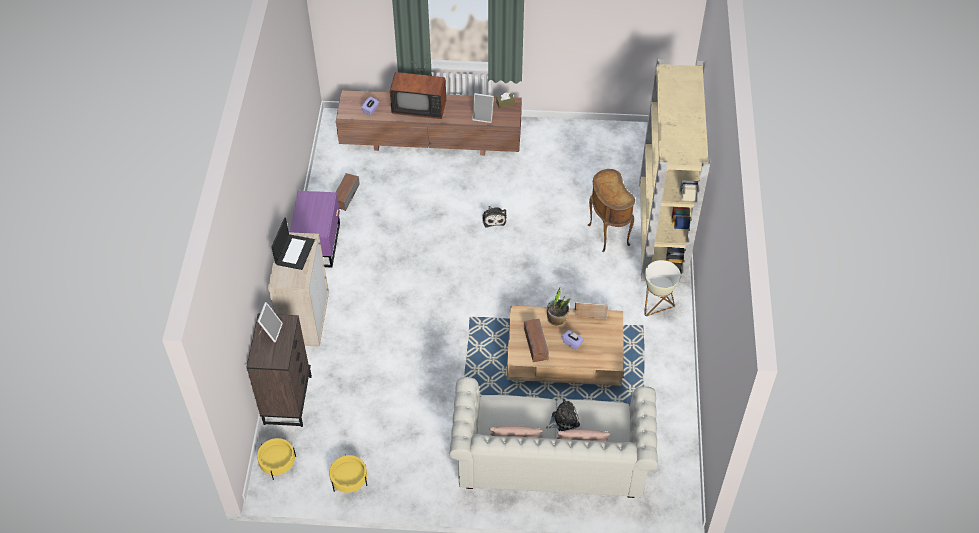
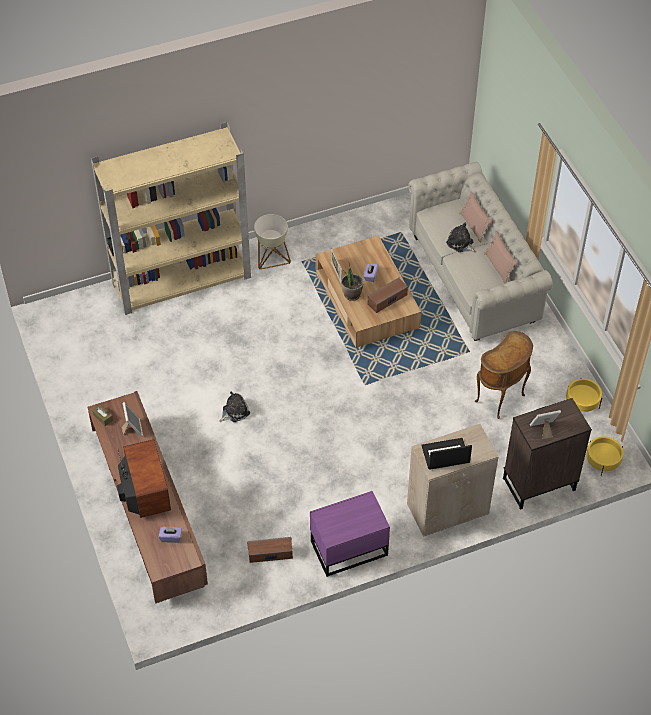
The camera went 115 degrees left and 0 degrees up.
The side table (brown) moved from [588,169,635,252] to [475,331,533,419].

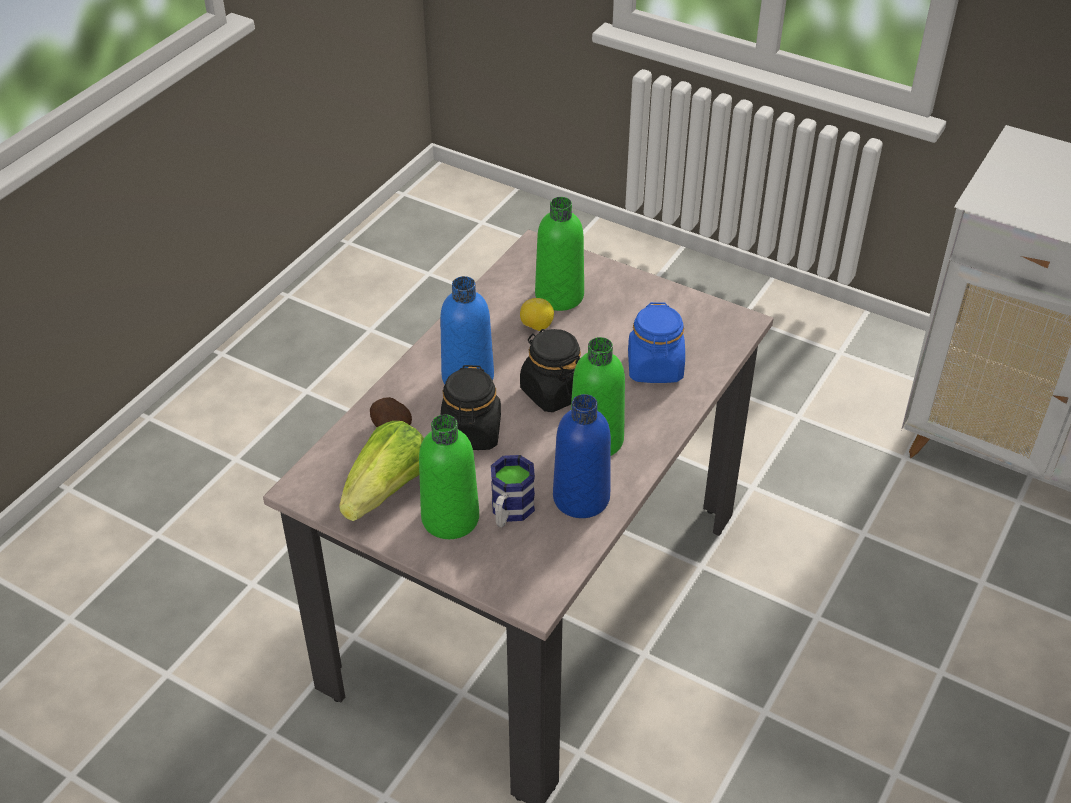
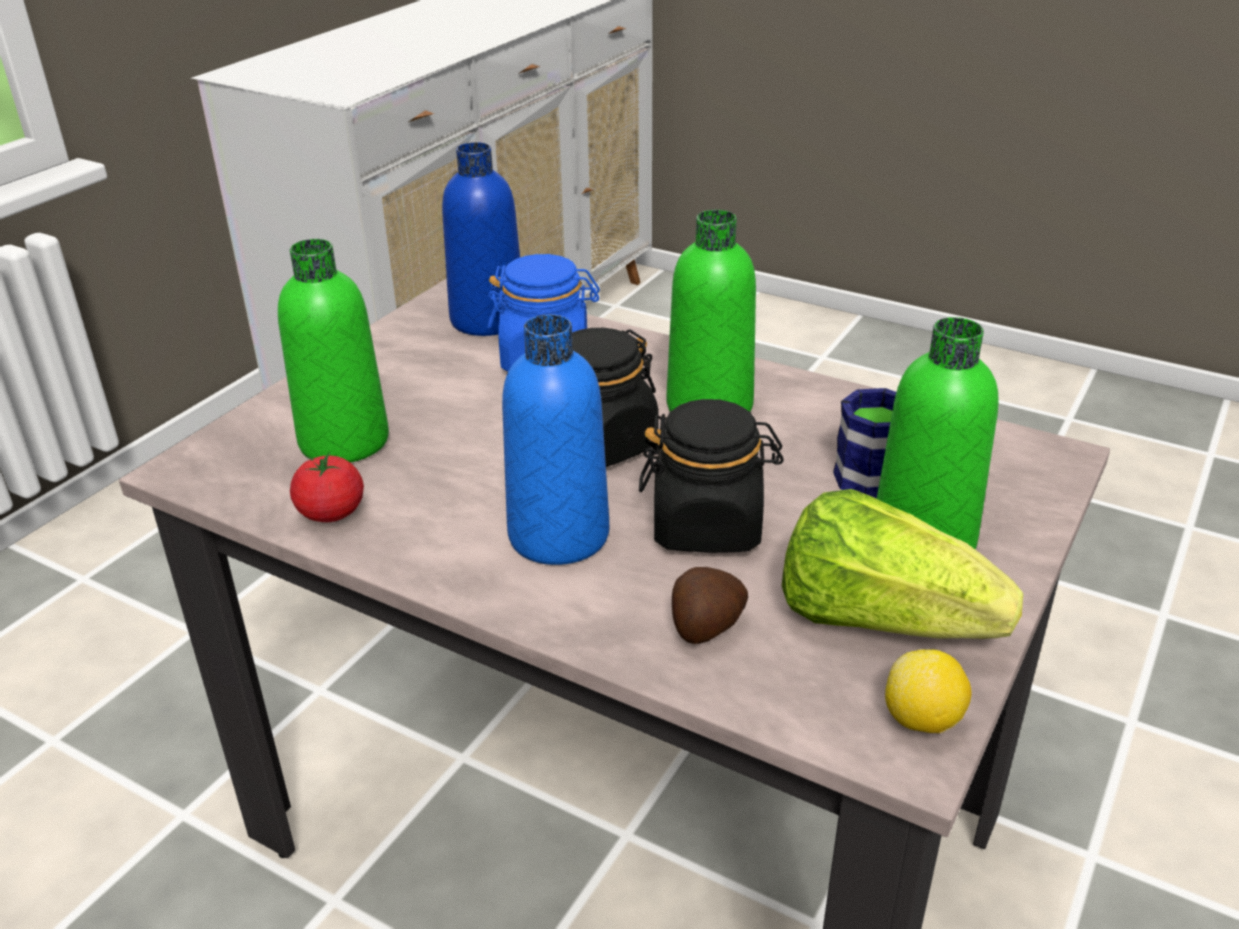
The camera went 90 degrees left and 10 degrees down.
The whole tomato at [290,452,364,522] appeared.
The citrus fruit moved from [520,298,554,331] to [885,649,971,733].
The bottle (blue-coloured) moved from [553,394,611,518] to [442,142,520,336].

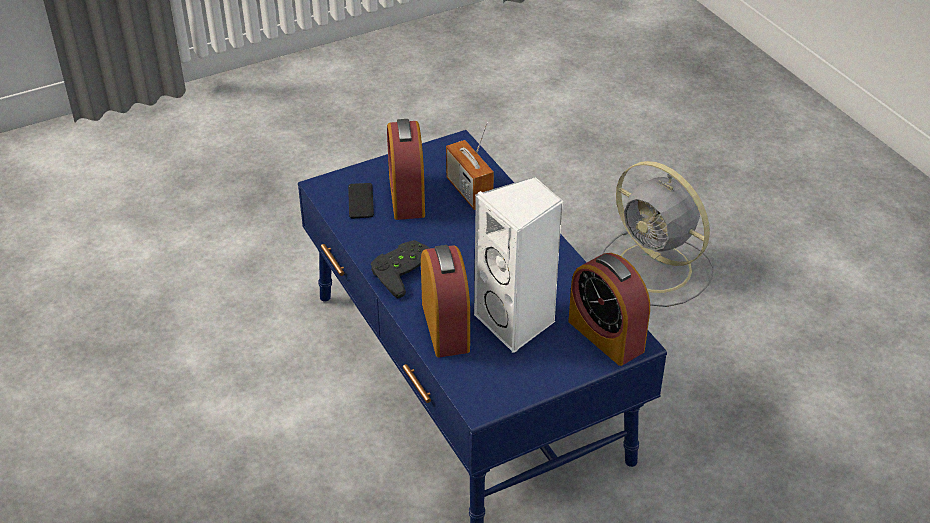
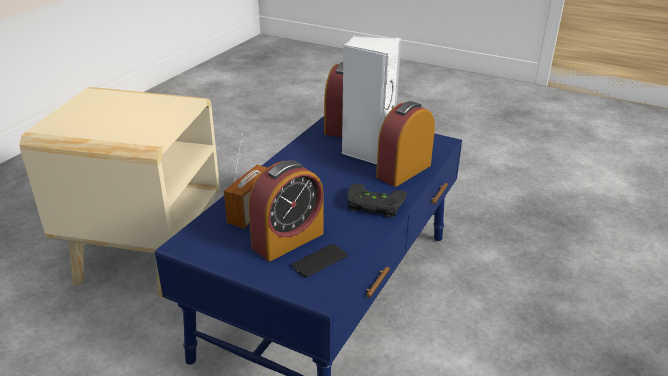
The camera went 125 degrees left and 10 degrees down.
The electric fan (gray) at [603,161,714,307] was replaced by the side table (sand-coloured) at [19,87,219,299].

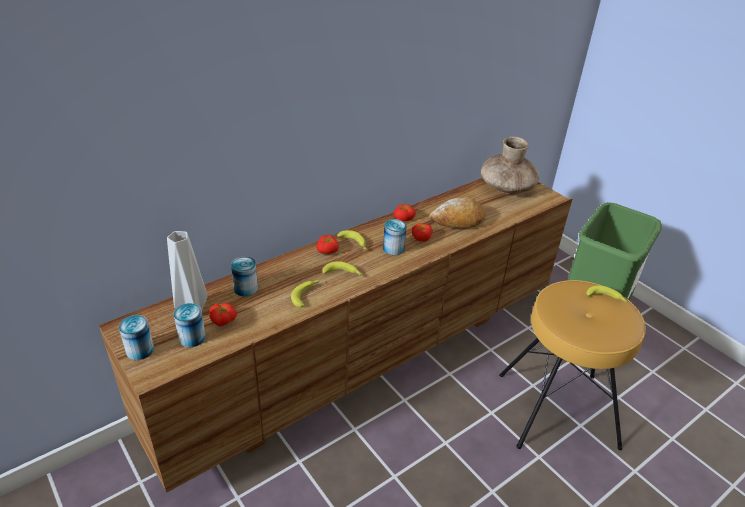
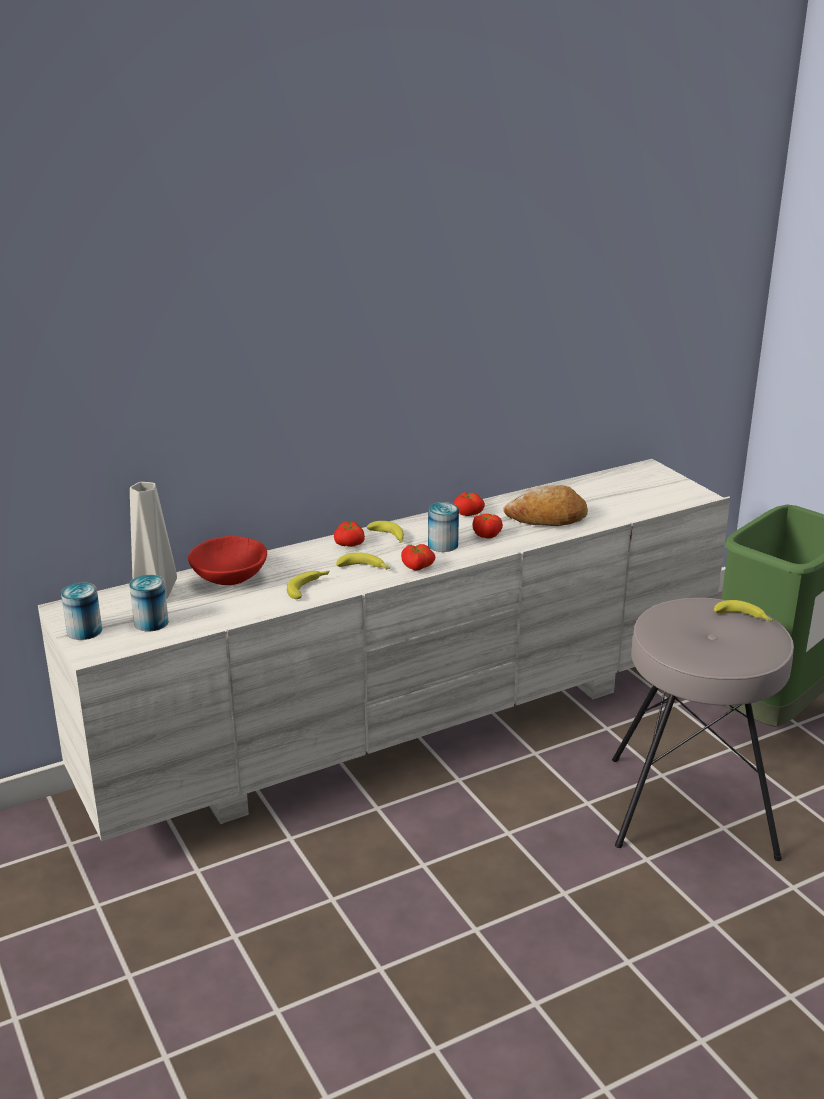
The camera went 10 degrees right and 10 degrees down.
The flower vase (brown) at [481,136,539,194] disappeared.
The whole tomato moved from [209,303,237,326] to [401,544,435,570].
The metal can at [231,257,258,297] was replaced by the bowl (red-coloured) at [188,536,267,585].
The cabinet (brown) at [99,178,573,493] became the cabinet (white) at [38,459,731,841].
The stool seat (brown) at [499,280,646,450] became the stool seat (gray) at [612,598,794,861].

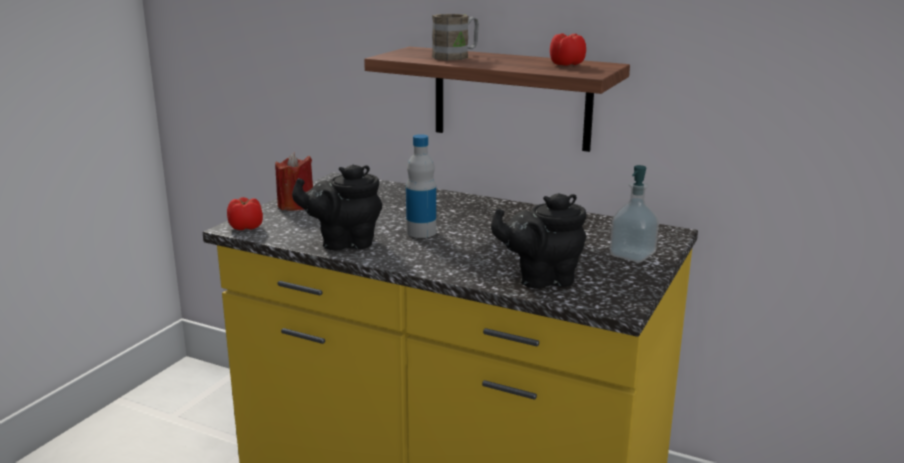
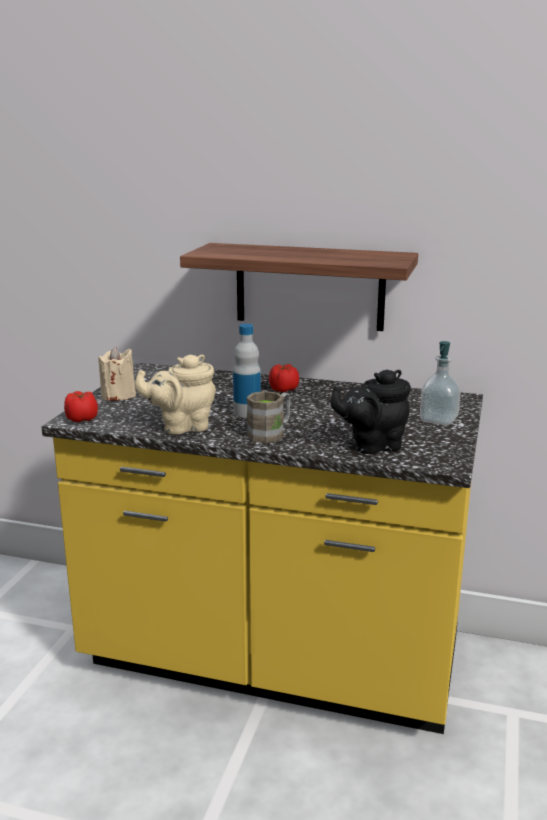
The camera went 10 degrees left and 0 degrees up.
The coffee mug (brown) moved from [432,14,479,60] to [246,391,291,443].
The whole tomato moved from [550,34,586,66] to [269,364,299,392].
The wax light (red-coloured) at [275,153,313,210] became the wax light (sand-coloured) at [98,346,136,401].
The tea pot (black) at [292,164,382,251] became the tea pot (sand-coloured) at [135,355,216,434].

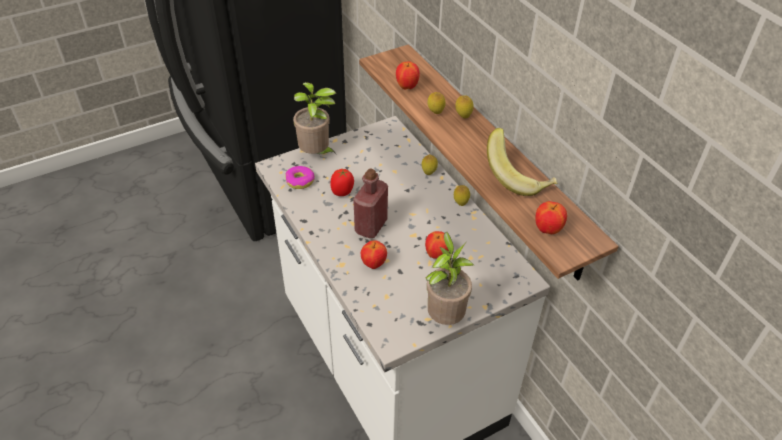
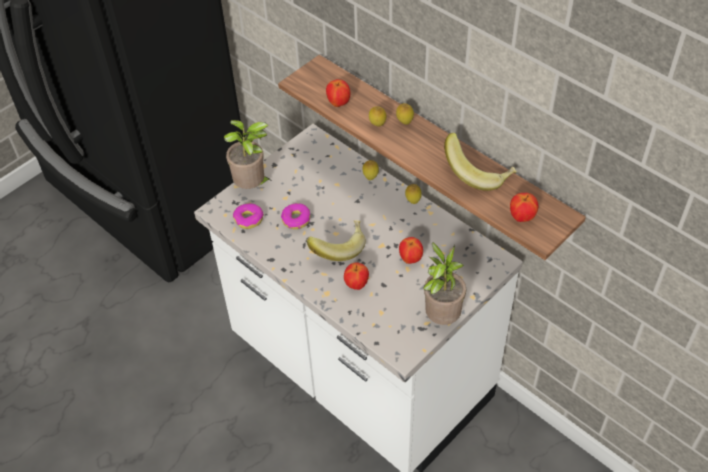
The camera went 15 degrees left and 5 degrees up.
The whole tomato at [330,169,354,196] was replaced by the doughnut at [281,203,310,229].
The bottle (red-coloured) at [353,168,388,238] was replaced by the whole banana at [307,220,366,261].

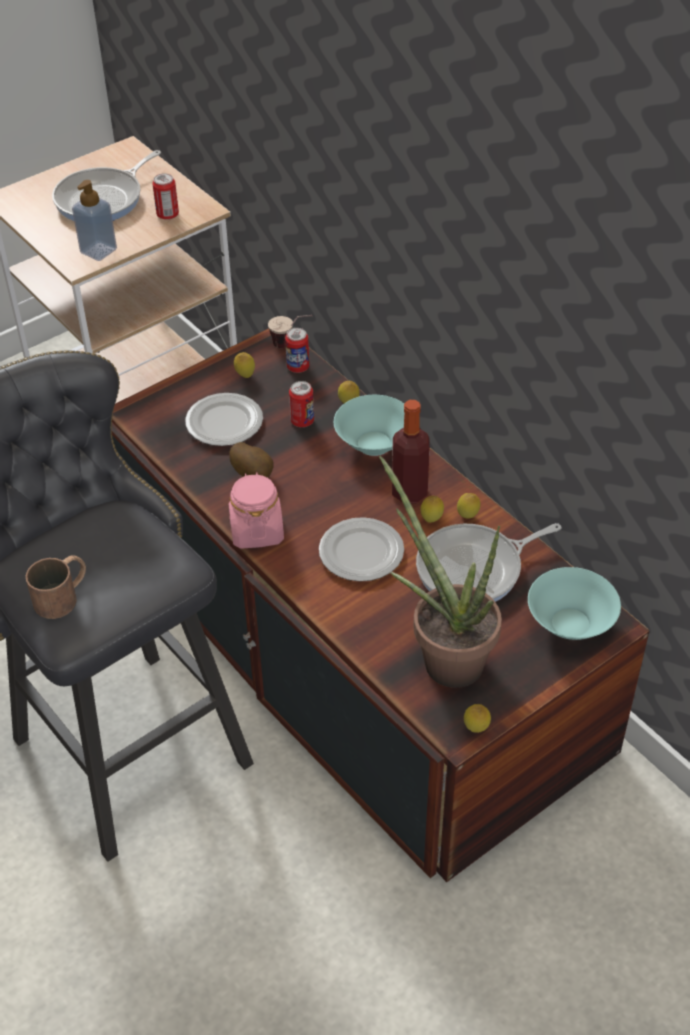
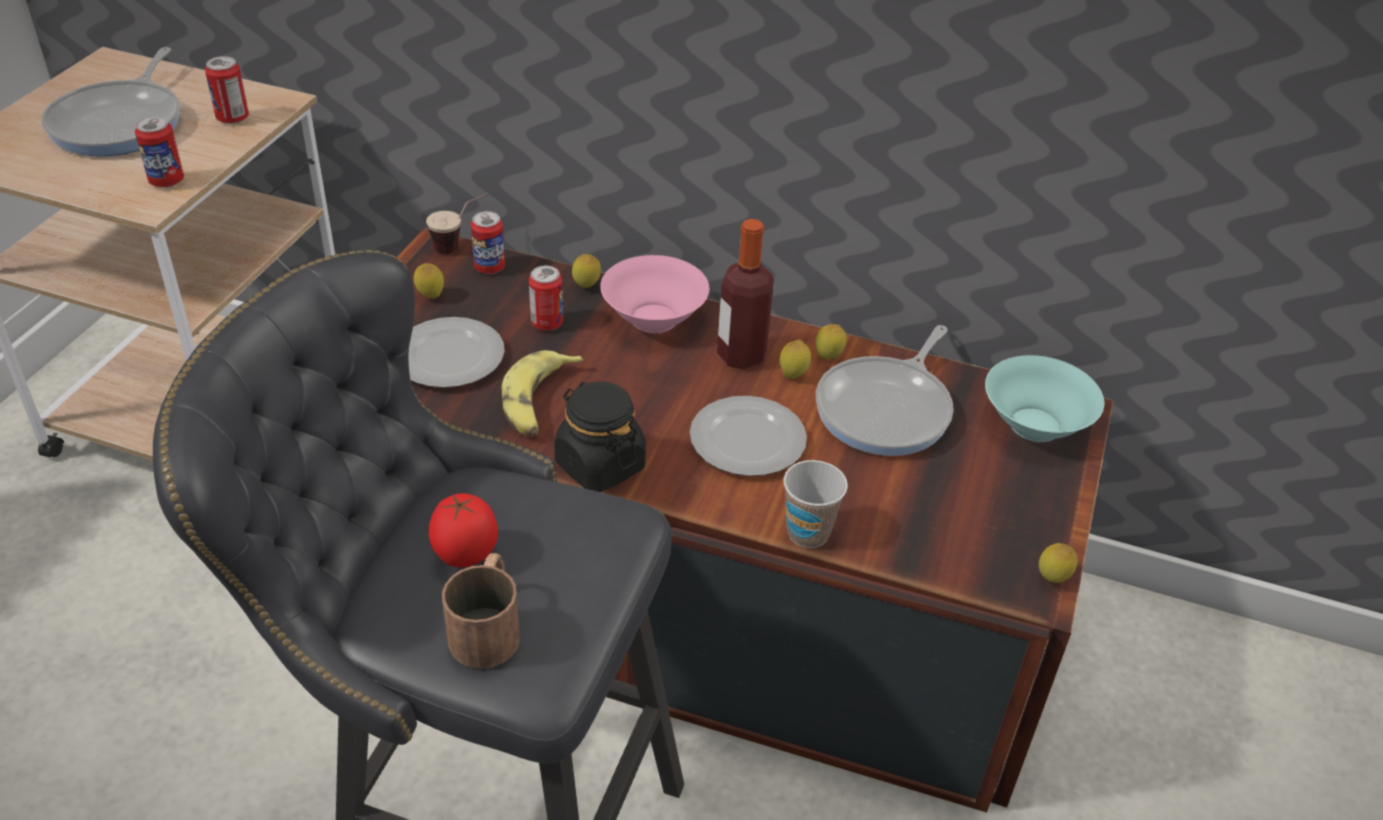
The camera went 35 degrees left and 5 degrees down.
The houseplant at [379,455,502,688] disappeared.
The whole tomato at [429,493,498,567] appeared.
The drinking cup at [783,460,848,548] appeared.
The soap dispenser at [72,180,117,261] was replaced by the metal can at [135,116,184,188].
The whole potato at [229,442,274,478] was replaced by the whole banana at [502,350,583,437].
The storage jar (pinkish) at [229,472,284,549] became the storage jar (black) at [554,382,646,492].
The bowl (turquoise-coloured) at [334,395,404,456] became the bowl (pinkish) at [600,255,709,333].

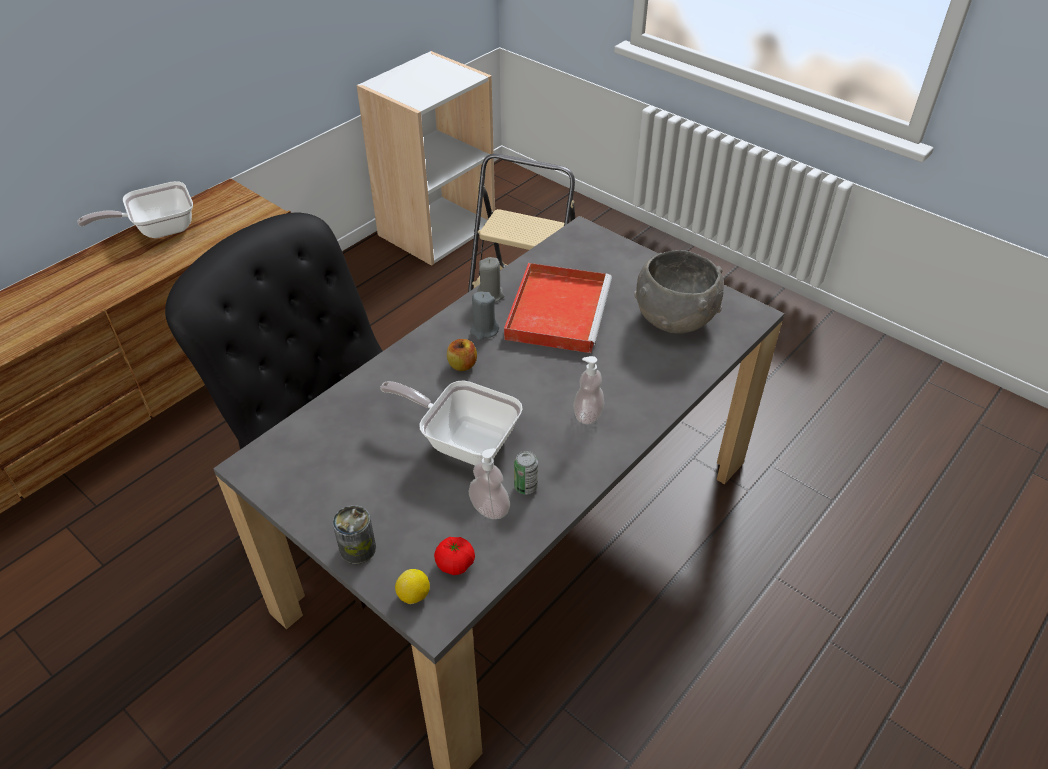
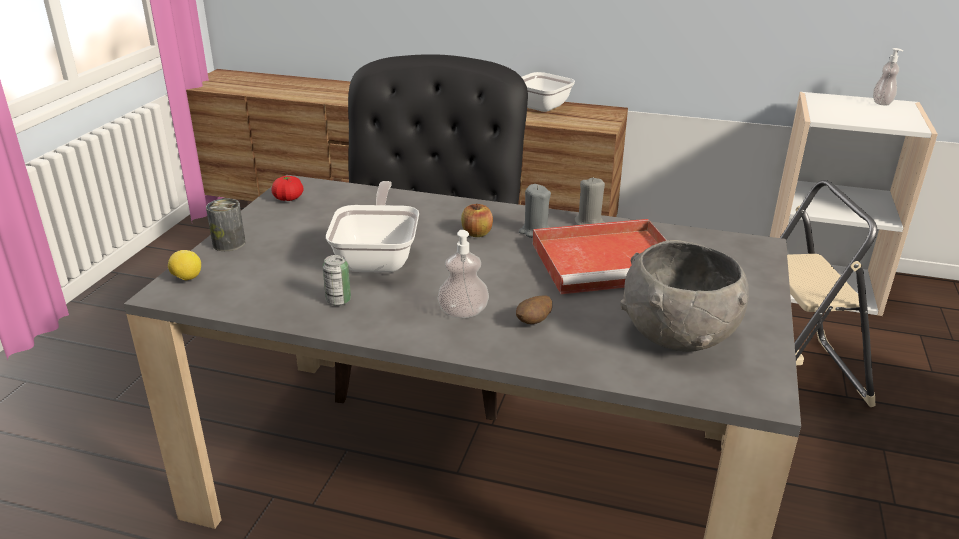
The camera went 65 degrees right and 15 degrees down.
The whole potato at [516,296,552,324] appeared.
The whole tomato moved from [434,537,475,575] to [271,176,304,201].
The soap dispenser moved from [469,448,510,519] to [873,48,903,106].

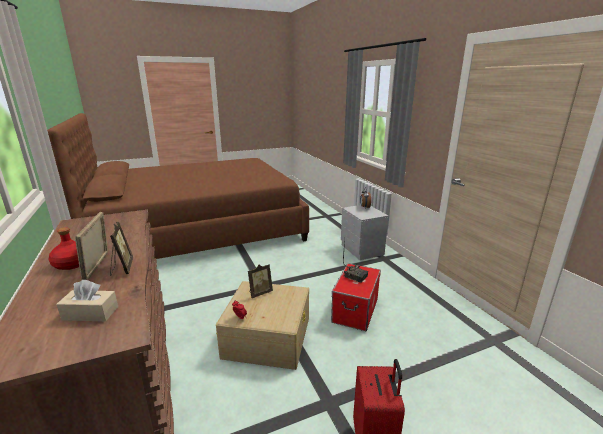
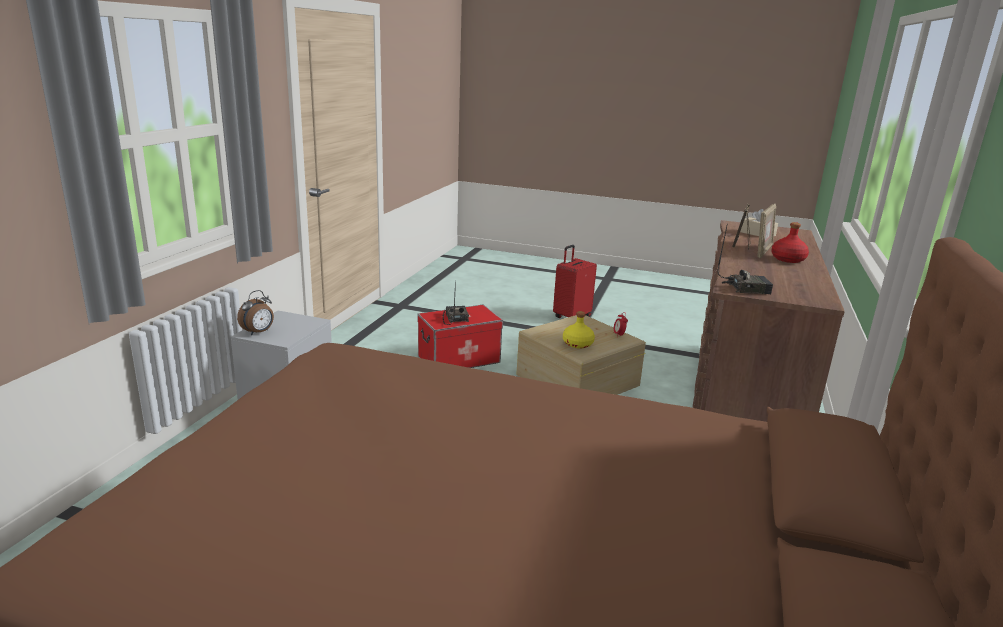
The camera went 140 degrees left and 0 degrees up.
The radio set at [717,224,773,294] appeared.
The picture frame at [248,264,273,298] was replaced by the bottle (yellow) at [563,311,595,349].

